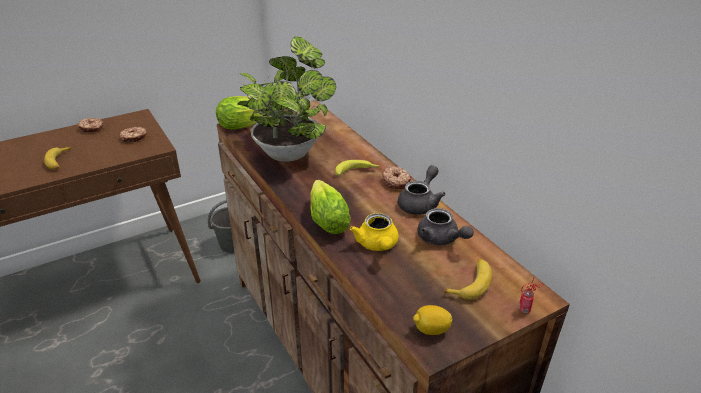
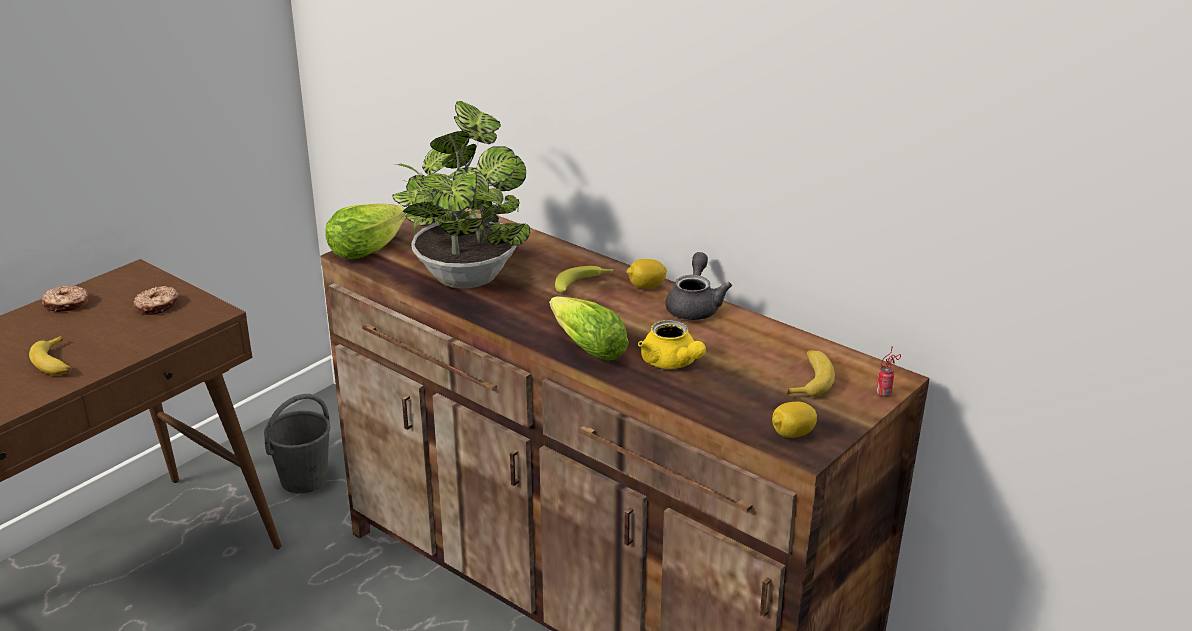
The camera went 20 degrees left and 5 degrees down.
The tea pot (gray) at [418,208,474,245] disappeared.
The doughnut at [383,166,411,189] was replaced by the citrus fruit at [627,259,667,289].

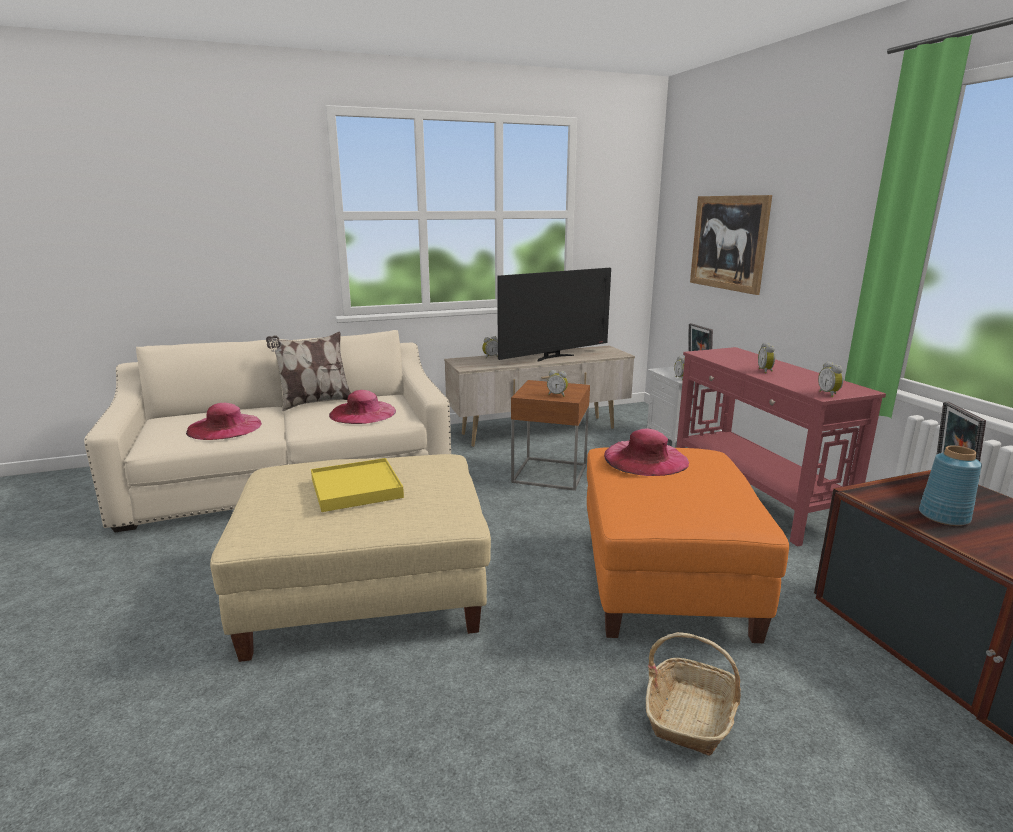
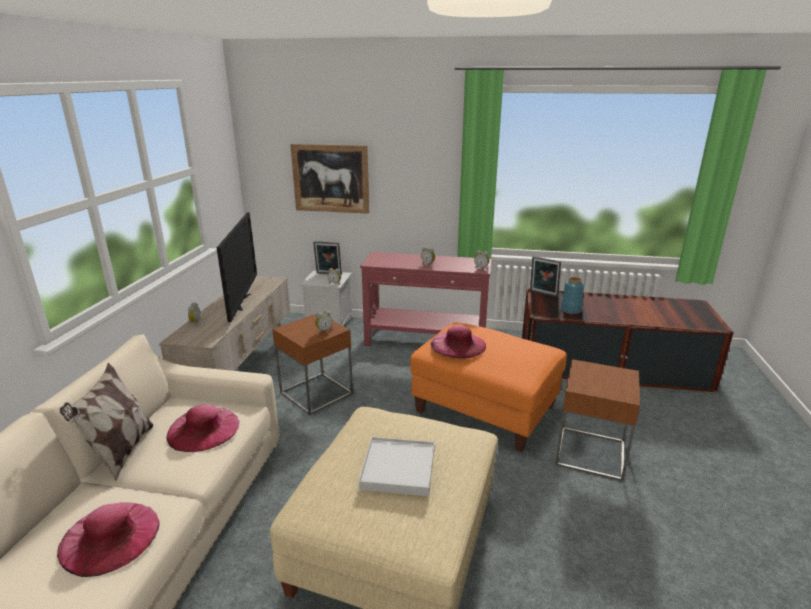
The camera went 60 degrees left and 5 degrees up.
The household basket at [646,632,741,756] was replaced by the side table (brown) at [555,359,640,481].
The tray (yellow) at [311,458,404,512] became the tray (white) at [359,437,435,496].

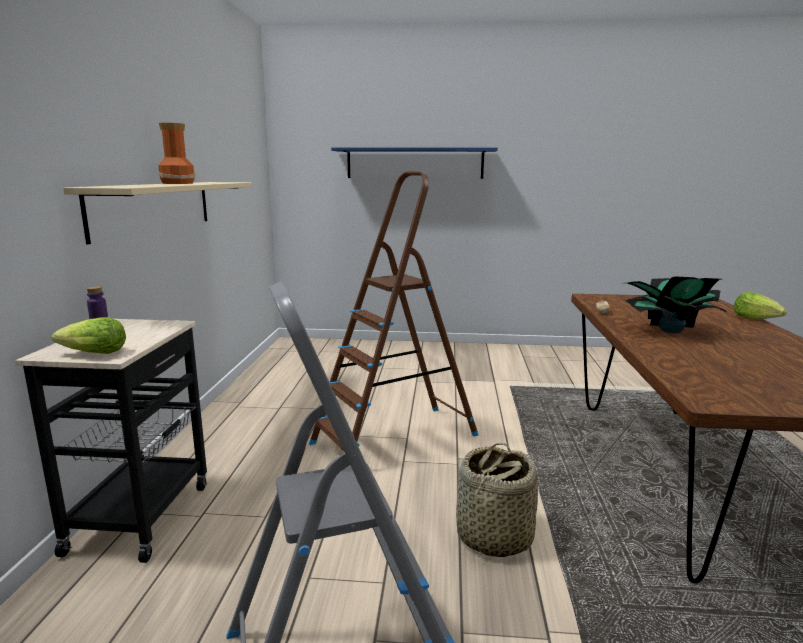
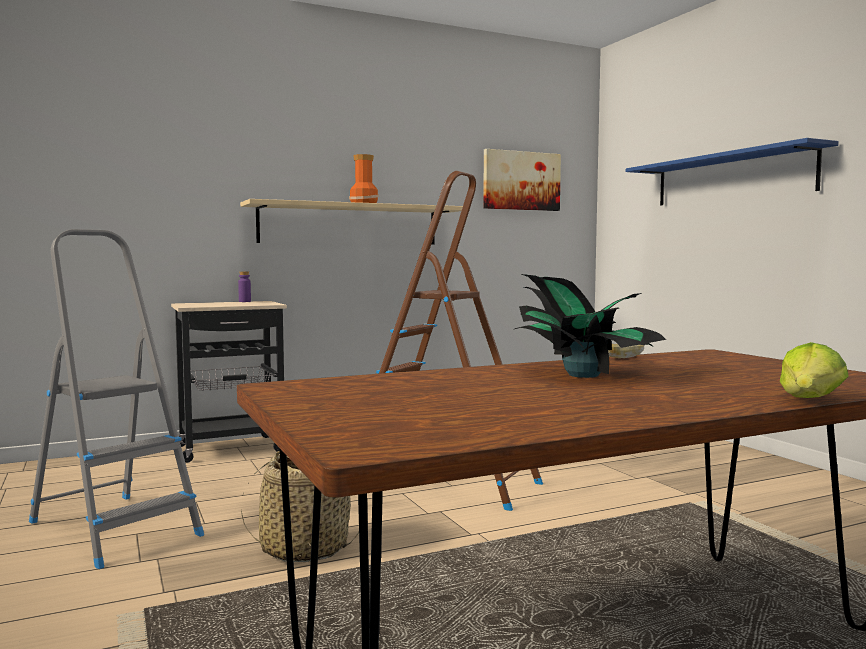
The camera went 60 degrees right and 10 degrees down.
The head of lettuce at [52,317,126,354] disappeared.
The picture at [483,149,561,211] appeared.

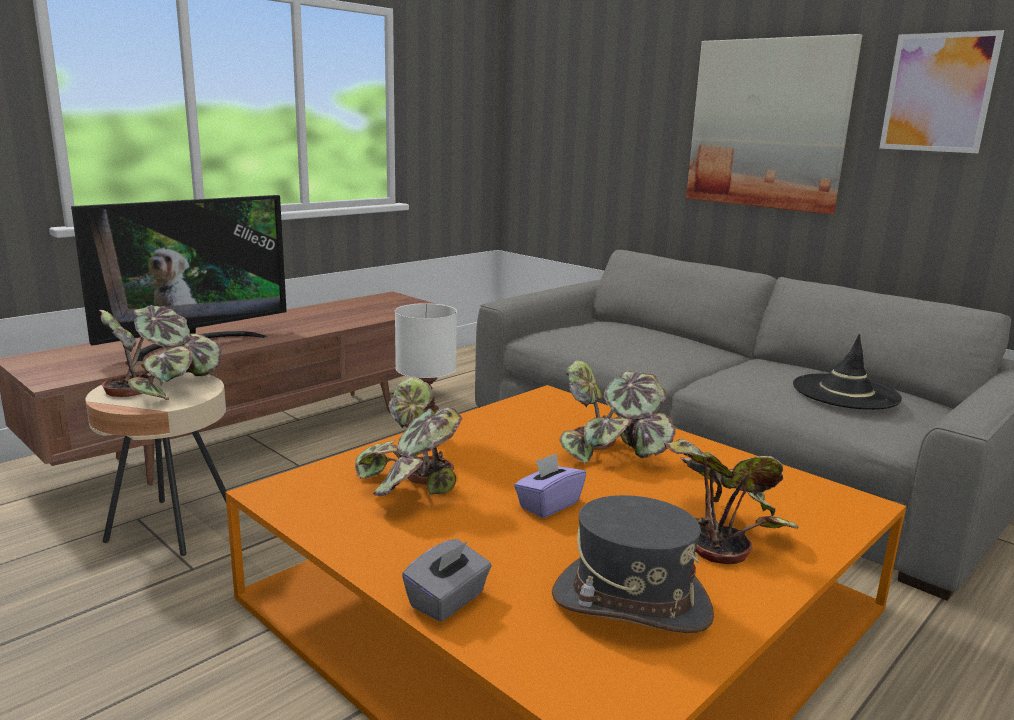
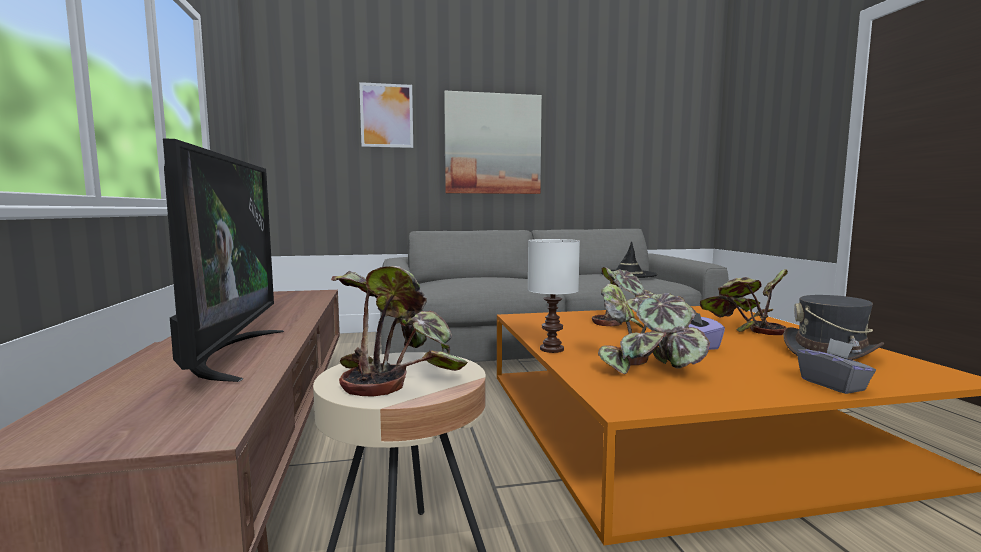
The camera went 55 degrees left and 10 degrees down.
The picture moved from [879,30,1004,153] to [359,82,413,148].

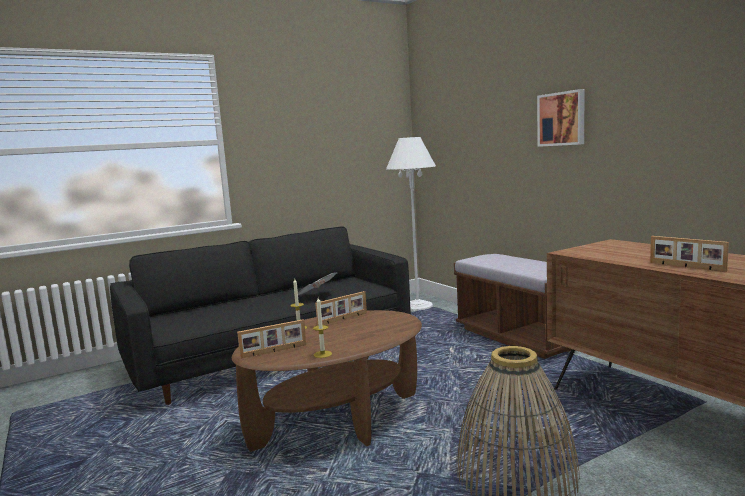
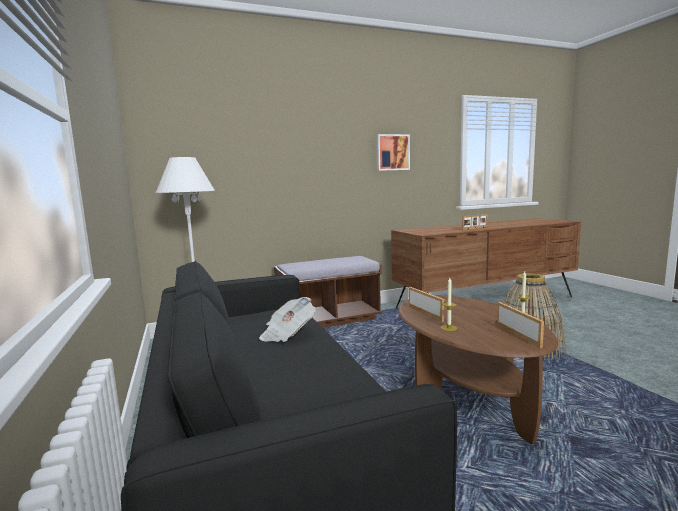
The camera went 80 degrees left and 0 degrees up.
The picture moved from [537,89,585,147] to [376,134,410,171].

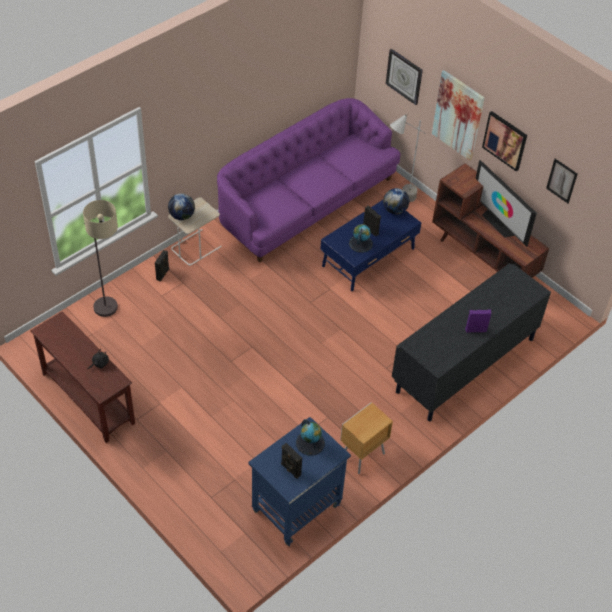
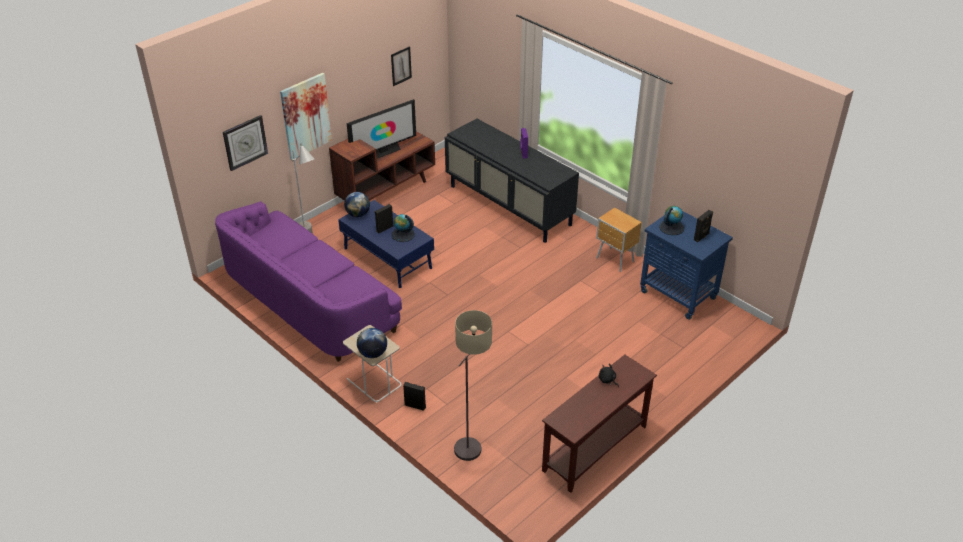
The camera went 90 degrees left and 10 degrees down.
The picture at [482,111,527,172] disappeared.

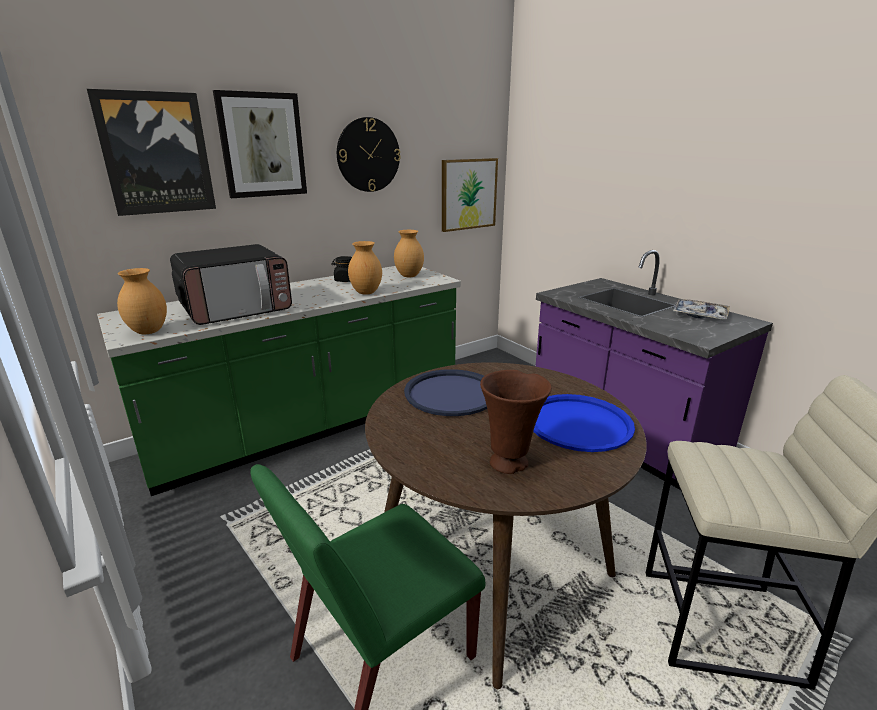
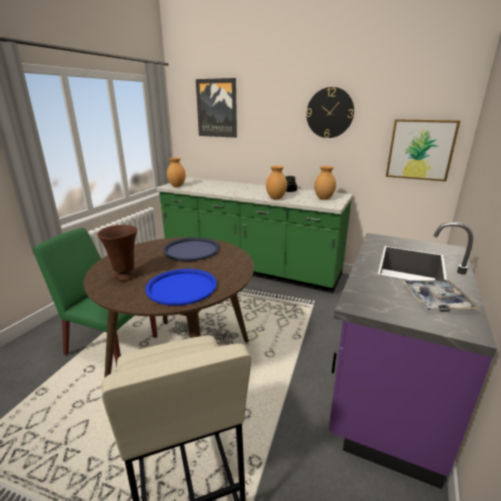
The camera went 60 degrees right and 0 degrees up.
The kitchen microwave at [170,244,292,325] disappeared.
The picture at [213,90,307,198] disappeared.

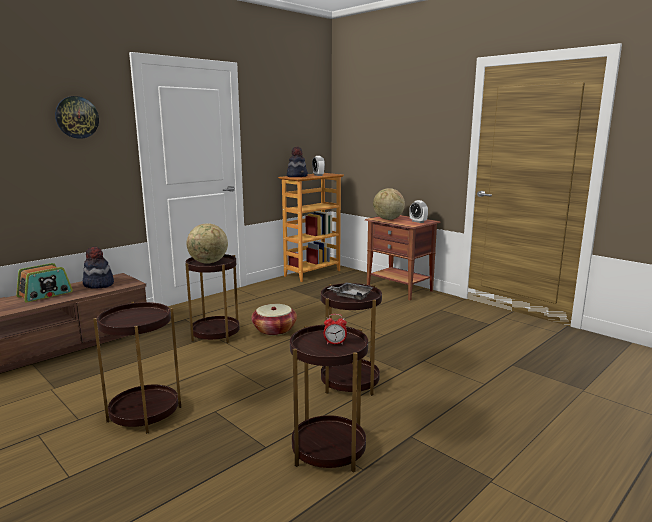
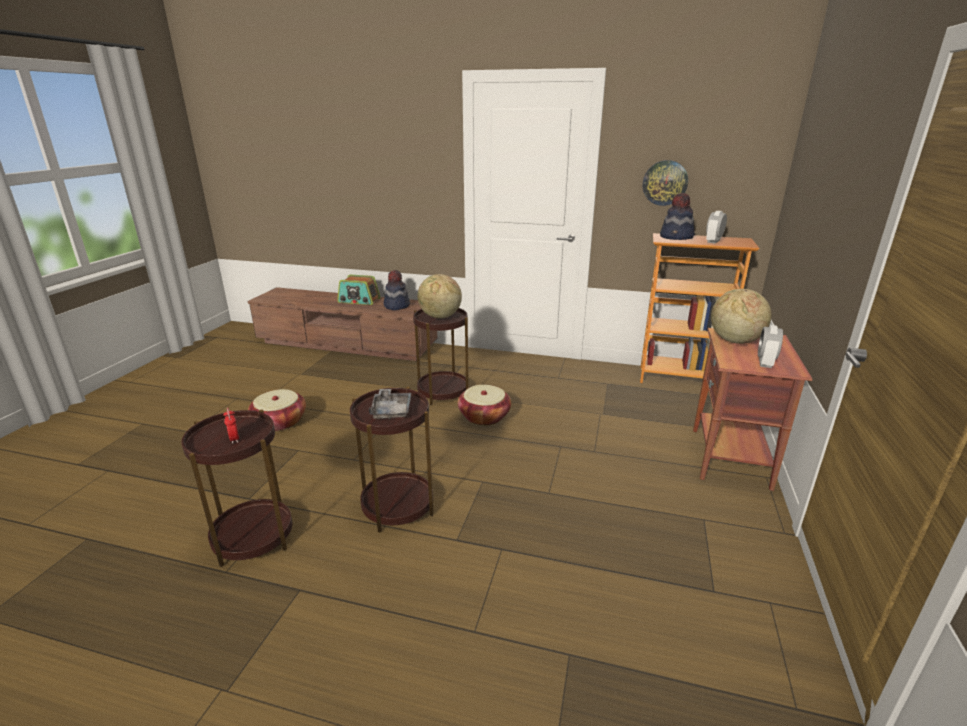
The camera went 60 degrees right and 10 degrees up.
The hanging clock moved from [55,96,99,139] to [643,160,688,206].
The side table (brown) at [93,302,181,434] was replaced by the household basket at [248,389,306,431].

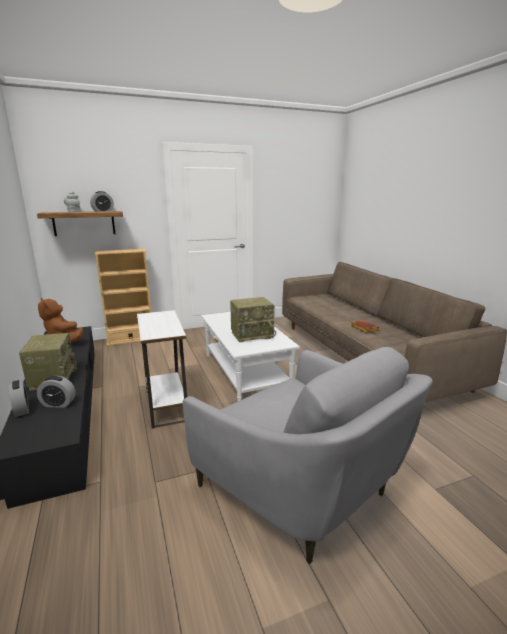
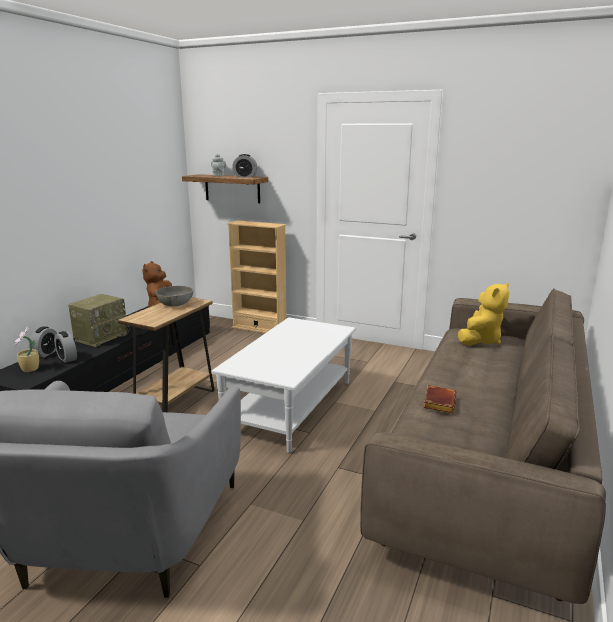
The camera went 45 degrees right and 0 degrees up.
The radio set at [230,297,276,342] disappeared.
The houseplant at [14,325,39,372] appeared.
The bowl (gray) at [156,286,194,306] appeared.
The plush toy (yellow) at [458,283,509,346] appeared.
The side table (white) at [137,310,187,429] became the side table (brown) at [118,297,215,412].

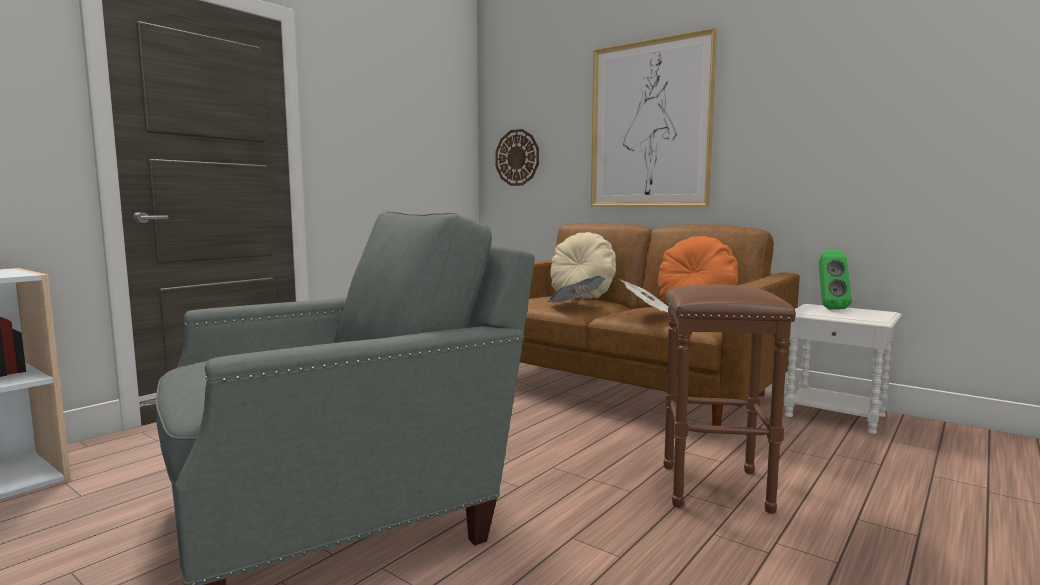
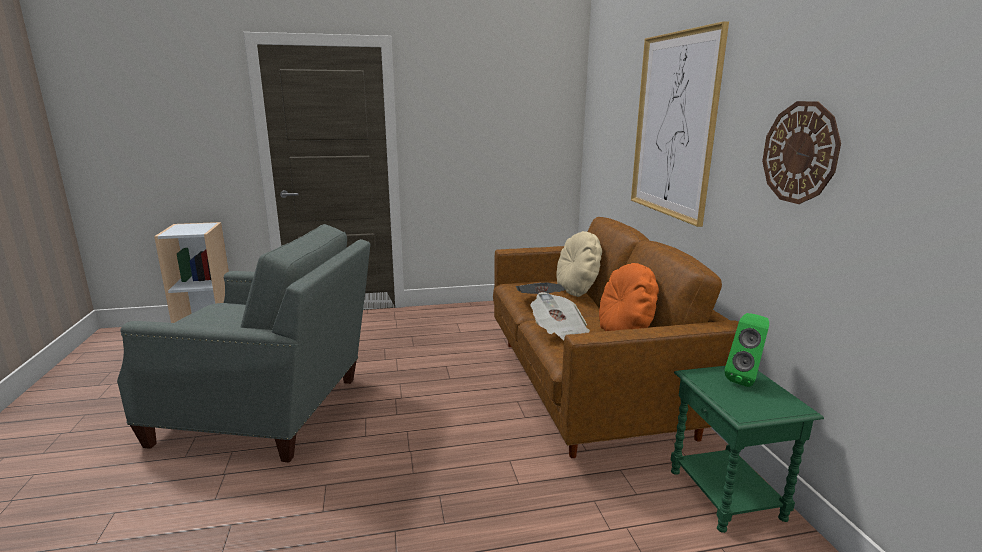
The camera went 40 degrees right and 10 degrees up.
The stool seat (brown) at [663,285,796,514] disappeared.
The hanging clock moved from [495,129,539,186] to [762,101,841,204].
The side table (white) at [784,304,902,434] became the side table (green-coloured) at [671,366,824,533].

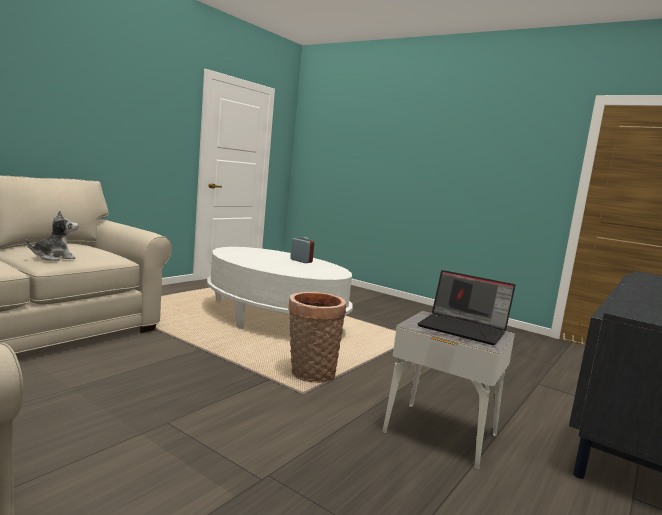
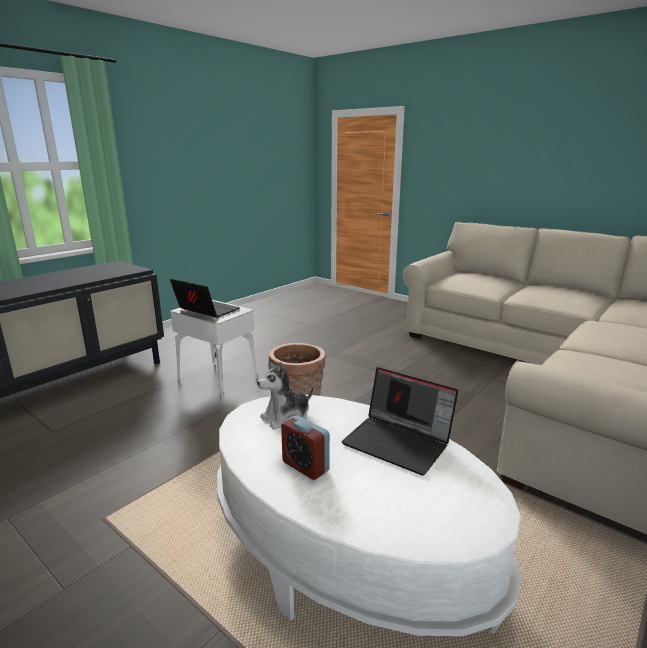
The camera went 175 degrees left and 10 degrees up.
The laptop at [341,367,458,475] appeared.
The plush toy moved from [26,211,78,261] to [257,362,314,430].

